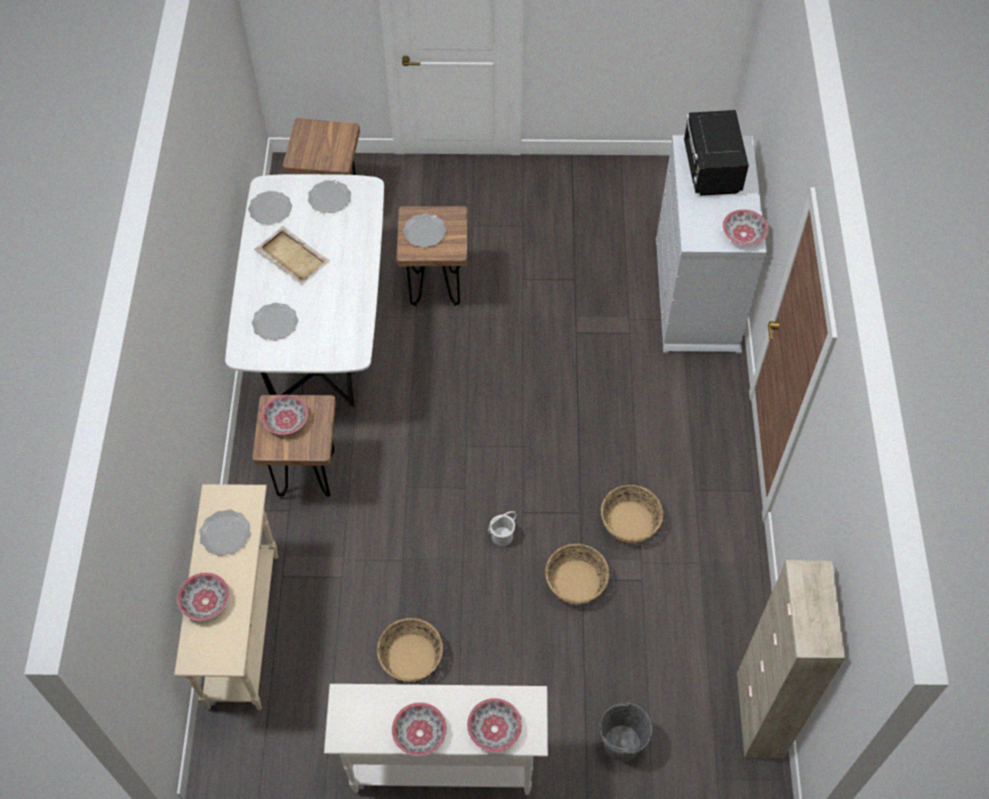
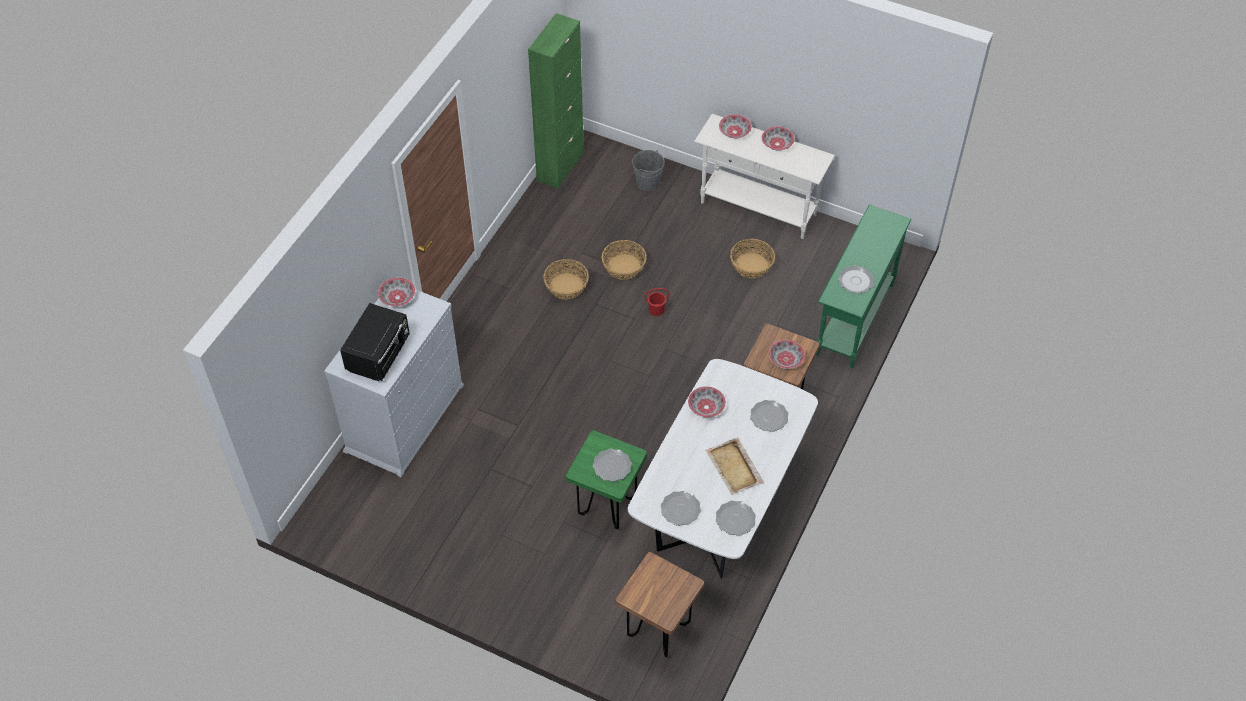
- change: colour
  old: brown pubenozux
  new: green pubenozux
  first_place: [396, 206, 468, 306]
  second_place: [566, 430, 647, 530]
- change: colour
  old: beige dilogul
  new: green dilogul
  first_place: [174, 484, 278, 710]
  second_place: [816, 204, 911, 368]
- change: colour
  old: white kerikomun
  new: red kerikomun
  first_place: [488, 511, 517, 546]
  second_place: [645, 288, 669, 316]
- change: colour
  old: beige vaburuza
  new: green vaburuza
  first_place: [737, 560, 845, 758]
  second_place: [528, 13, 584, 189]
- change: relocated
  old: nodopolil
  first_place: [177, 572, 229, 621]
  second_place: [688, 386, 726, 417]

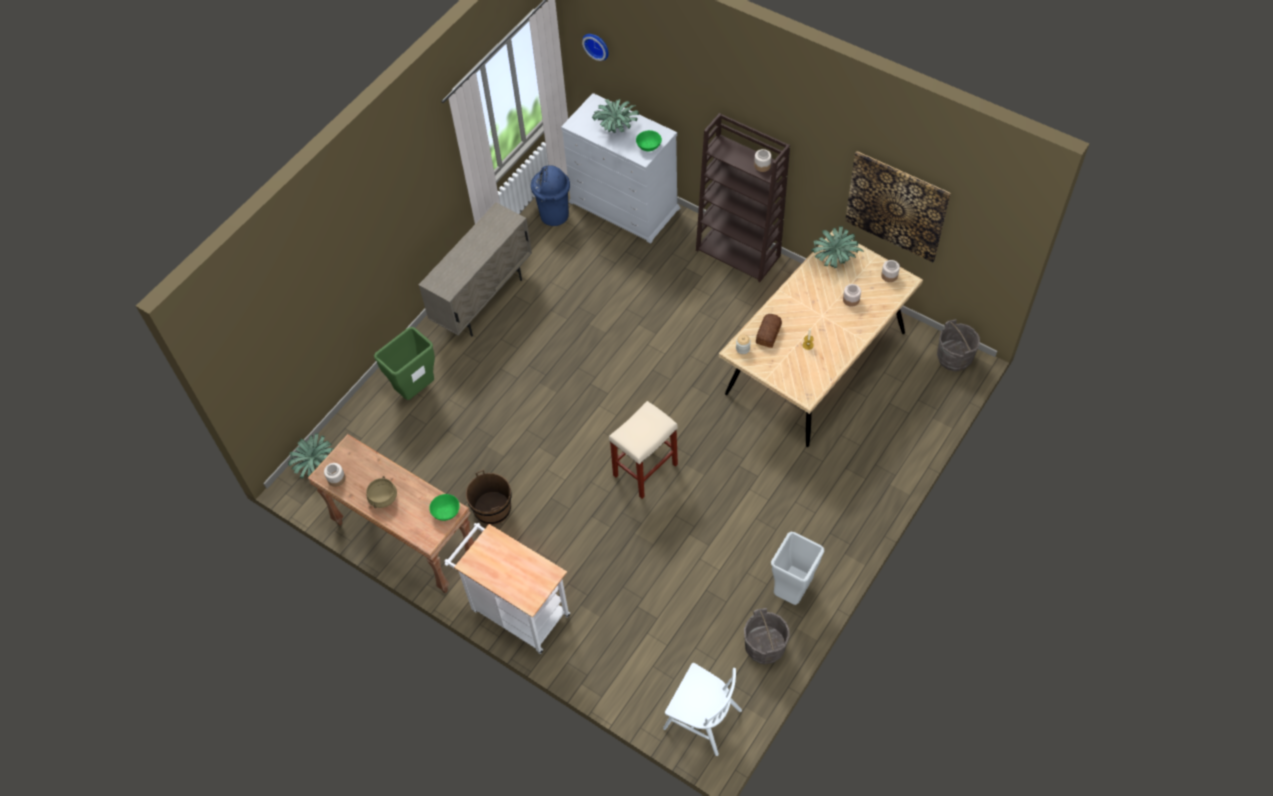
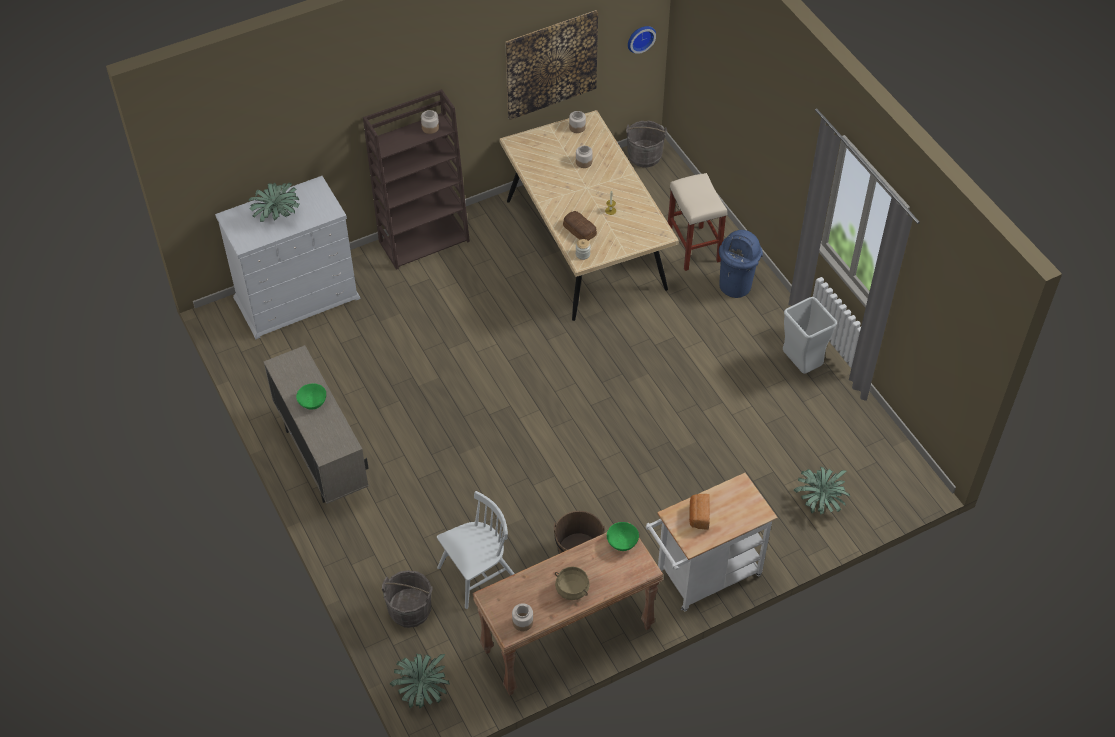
- change: relocated
  old: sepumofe
  first_place: [582, 34, 609, 61]
  second_place: [628, 26, 656, 54]
- change: relocated
  old: green nodopolil
  first_place: [636, 130, 662, 151]
  second_place: [296, 383, 326, 410]
- change: relocated
  old: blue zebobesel
  first_place: [531, 165, 570, 226]
  second_place: [719, 230, 763, 298]
- change: relocated
  old: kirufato
  first_place: [811, 226, 864, 268]
  second_place: [794, 467, 850, 515]
- change: missing
  old: green zebobesel
  first_place: [374, 327, 435, 400]
- change: relocated
  old: beige pubenozux
  first_place: [609, 401, 678, 499]
  second_place: [668, 173, 727, 271]
- change: relocated
  old: grey kerikomun
  first_place: [744, 608, 790, 664]
  second_place: [382, 570, 433, 628]
- change: relocated
  old: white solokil
  first_place: [663, 663, 742, 756]
  second_place: [437, 491, 515, 609]
- change: appeared
  new: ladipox
  second_place: [689, 494, 710, 529]

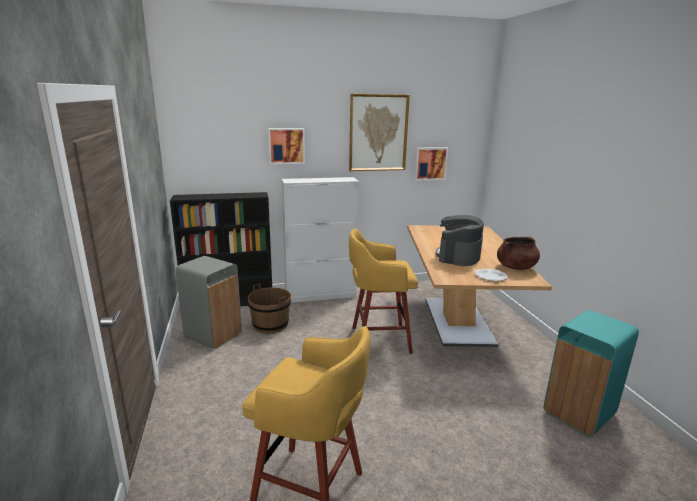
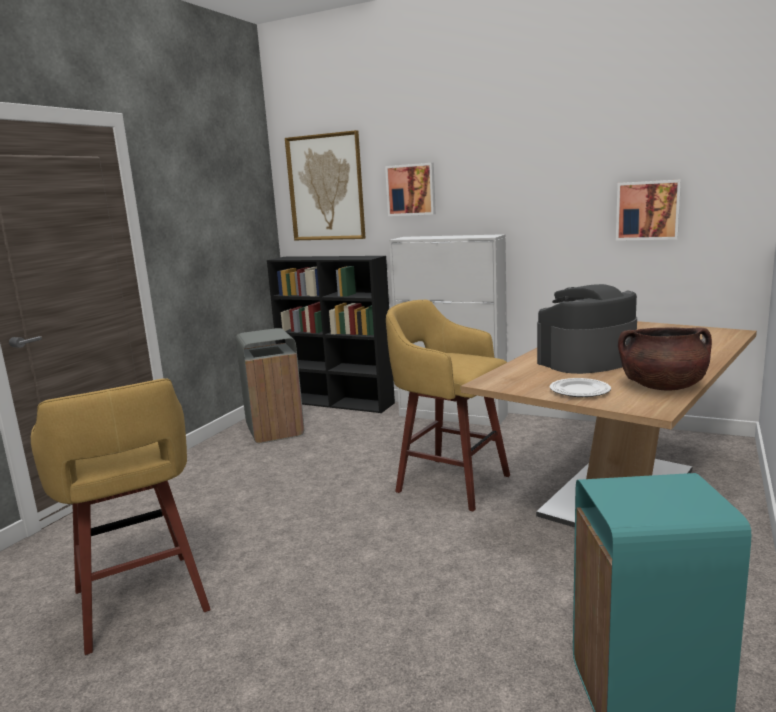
- change: relocated
  old: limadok
  first_place: [349, 94, 410, 171]
  second_place: [285, 130, 366, 240]
- change: missing
  old: brown kerikomun
  first_place: [248, 283, 291, 333]

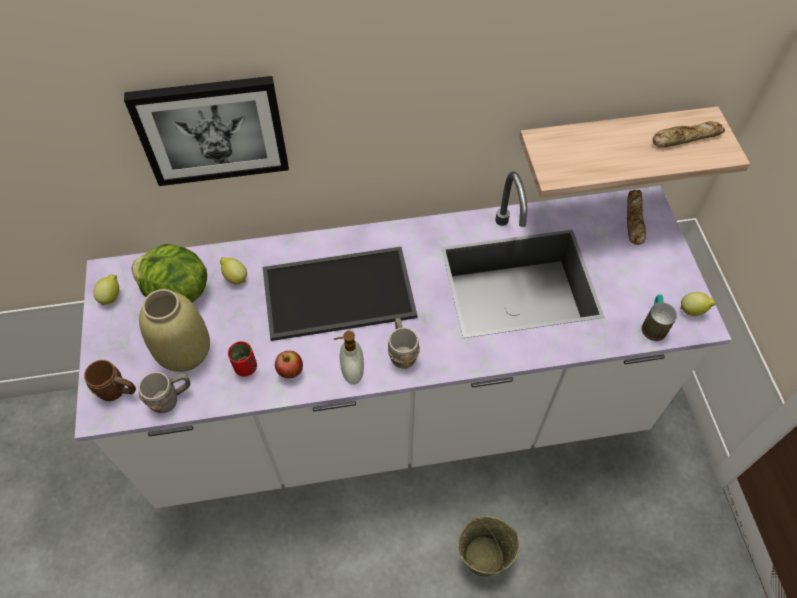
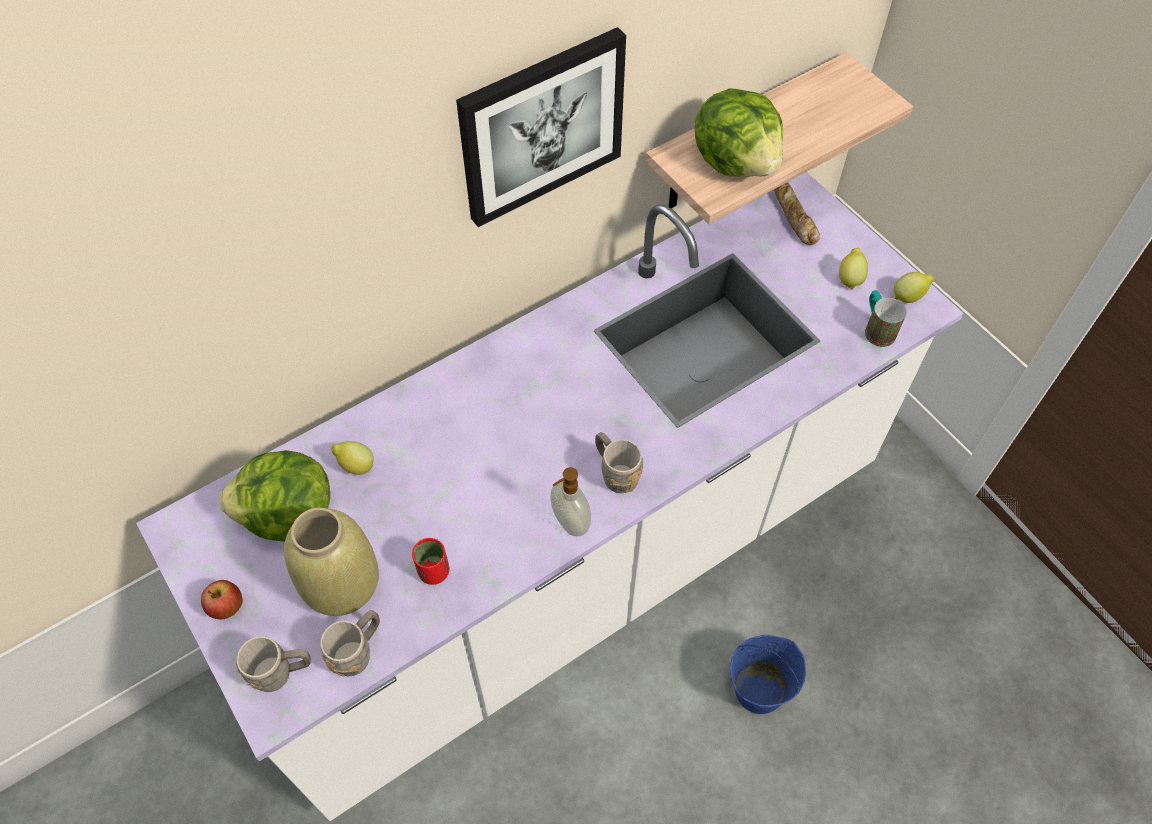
- change: relocated
  old: limadok
  first_place: [124, 76, 289, 186]
  second_place: [456, 27, 626, 227]
- change: missing
  old: ladipox
  first_place: [653, 121, 725, 147]
- change: missing
  old: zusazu
  first_place: [262, 247, 417, 341]
- change: relocated
  old: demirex
  first_place: [93, 275, 119, 306]
  second_place: [839, 248, 868, 290]
- change: relocated
  old: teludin
  first_place: [275, 351, 303, 378]
  second_place: [201, 580, 243, 619]
- change: colour
  old: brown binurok
  new: grey binurok
  first_place: [84, 360, 136, 401]
  second_place: [235, 636, 311, 692]
- change: colour
  old: beige kerikomun
  new: blue kerikomun
  first_place: [458, 516, 520, 576]
  second_place: [730, 635, 806, 714]
- change: appeared
  new: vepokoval
  second_place: [695, 88, 783, 177]

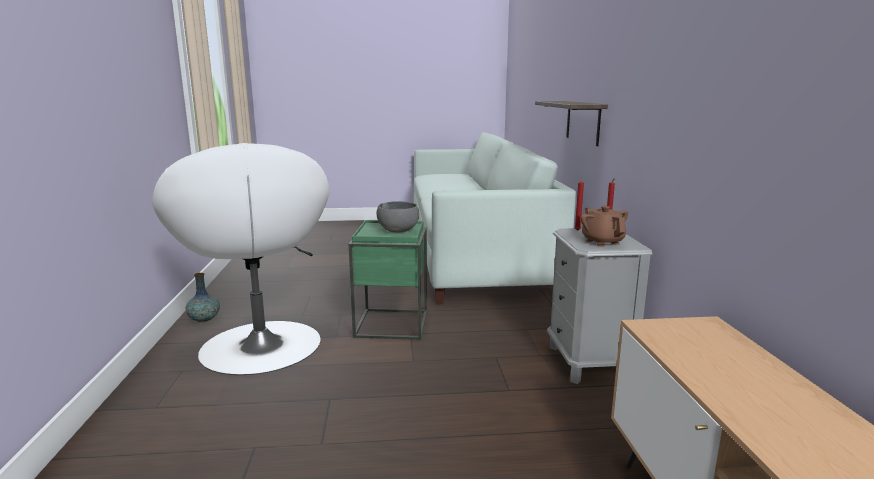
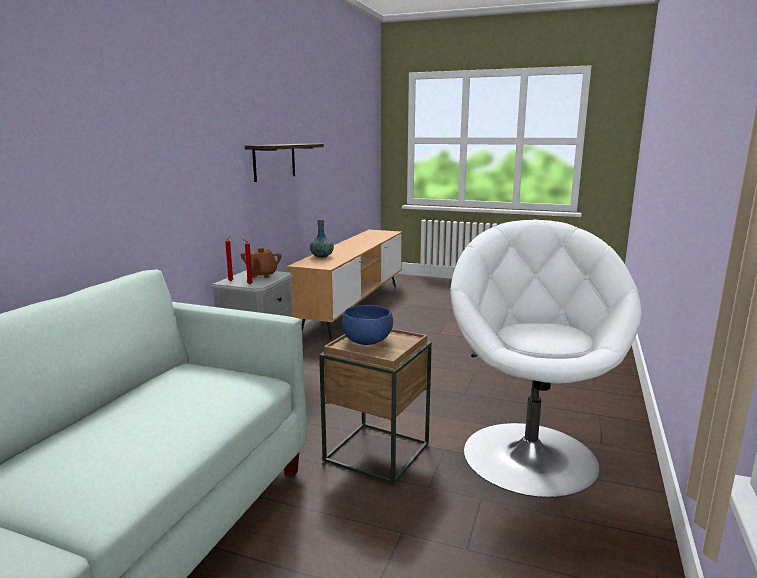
- change: relocated
  old: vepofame
  first_place: [535, 101, 608, 146]
  second_place: [245, 144, 324, 182]
- change: colour
  old: grey nodopolil
  new: blue nodopolil
  first_place: [377, 201, 419, 233]
  second_place: [342, 305, 393, 345]
- change: colour
  old: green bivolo
  new: brown bivolo
  first_place: [349, 220, 427, 340]
  second_place: [319, 329, 432, 485]
- change: relocated
  old: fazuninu
  first_place: [186, 273, 220, 322]
  second_place: [310, 220, 334, 258]

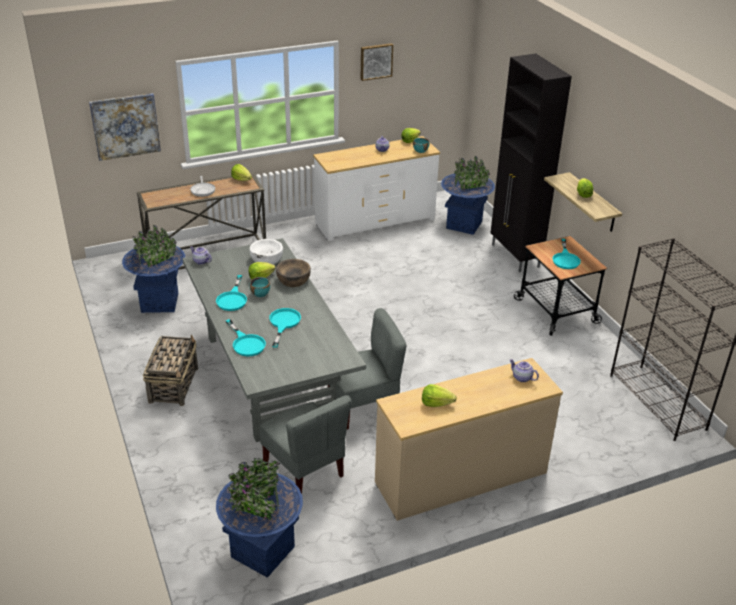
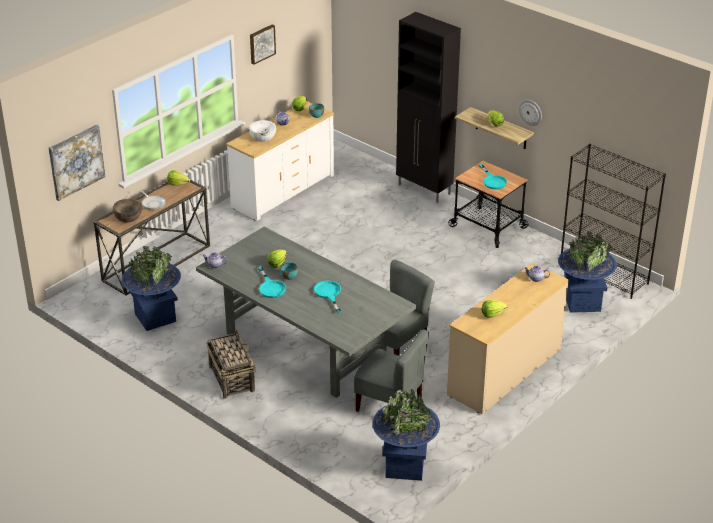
- change: relocated
  old: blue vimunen
  first_place: [441, 156, 495, 235]
  second_place: [558, 231, 617, 313]
- change: relocated
  old: white nodopolil
  first_place: [249, 239, 283, 265]
  second_place: [249, 120, 276, 142]
- change: relocated
  old: brown nodopolil
  first_place: [276, 259, 311, 287]
  second_place: [113, 199, 142, 222]
- change: missing
  old: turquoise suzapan
  first_place: [226, 319, 266, 357]
- change: appeared
  new: sepumofe
  second_place: [519, 99, 542, 126]

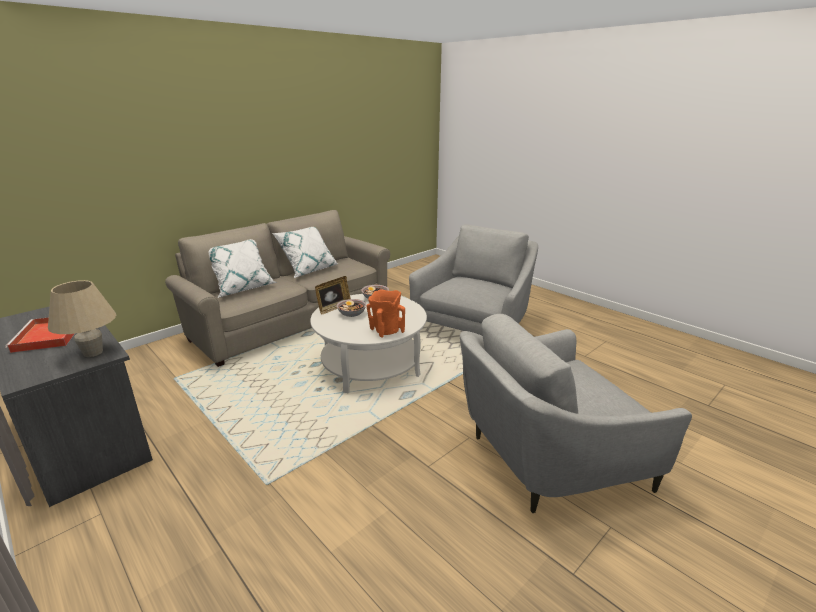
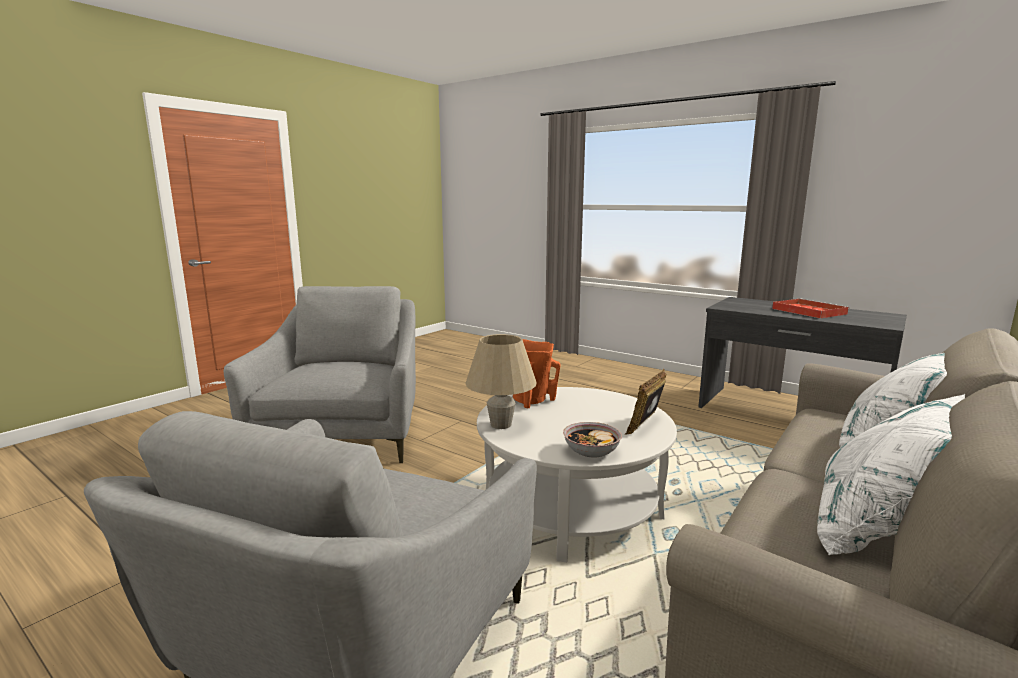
- change: relocated
  old: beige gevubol
  first_place: [48, 280, 116, 357]
  second_place: [465, 334, 537, 429]
- change: missing
  old: nodopolil
  first_place: [337, 299, 366, 317]
- change: spun
  old: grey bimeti
  first_place: [460, 314, 692, 513]
  second_place: [224, 286, 416, 463]
  degrees: -60

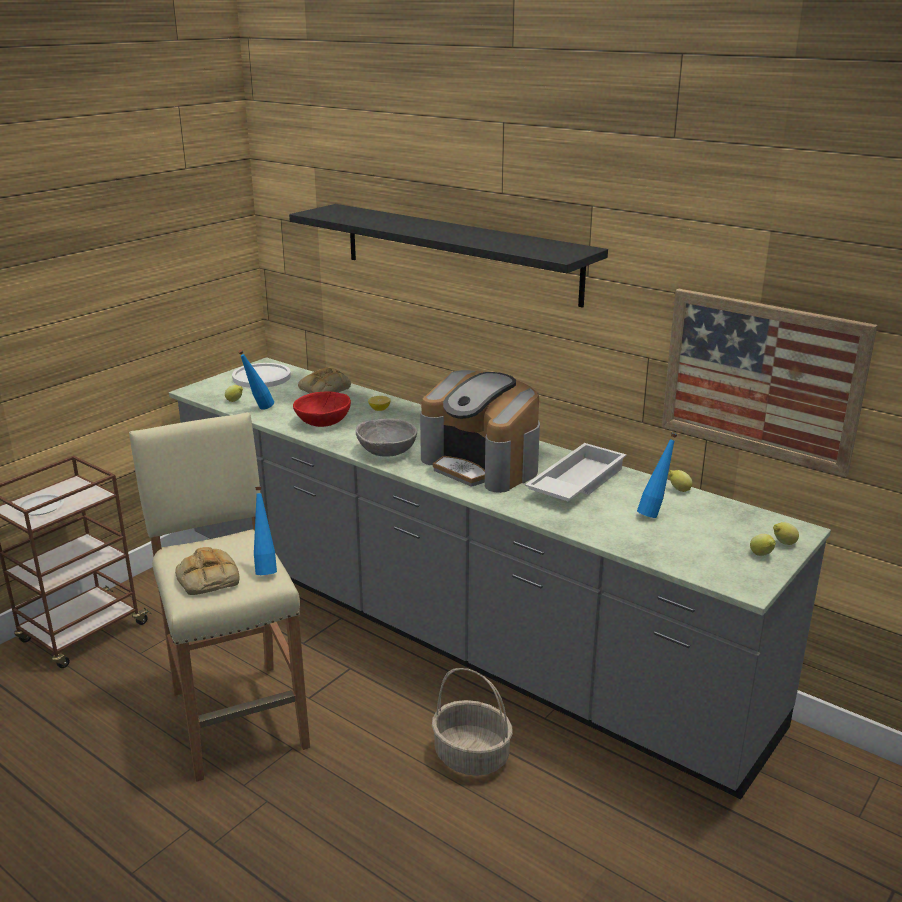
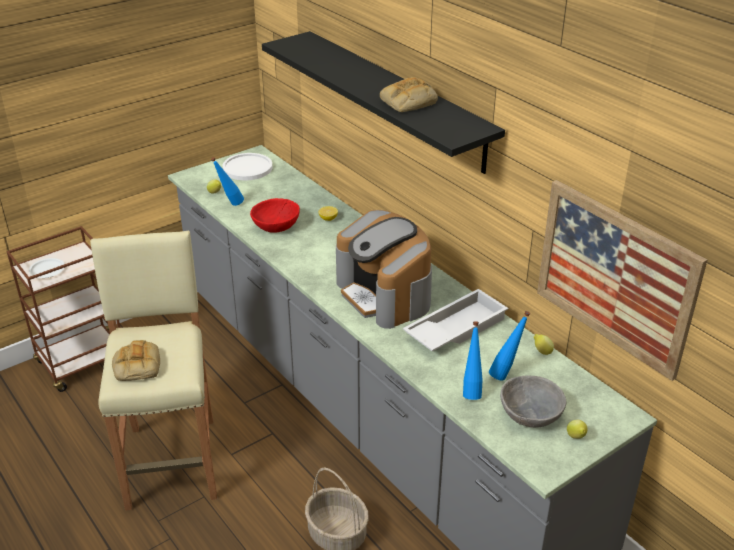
- change: relocated
  old: ladipox
  first_place: [298, 368, 351, 394]
  second_place: [380, 77, 438, 112]
- change: relocated
  old: grey nodopolil
  first_place: [356, 418, 417, 457]
  second_place: [500, 376, 566, 428]
- change: relocated
  old: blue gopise
  first_place: [254, 486, 277, 575]
  second_place: [463, 321, 483, 400]
- change: missing
  old: demirex
  first_place: [773, 522, 799, 545]

